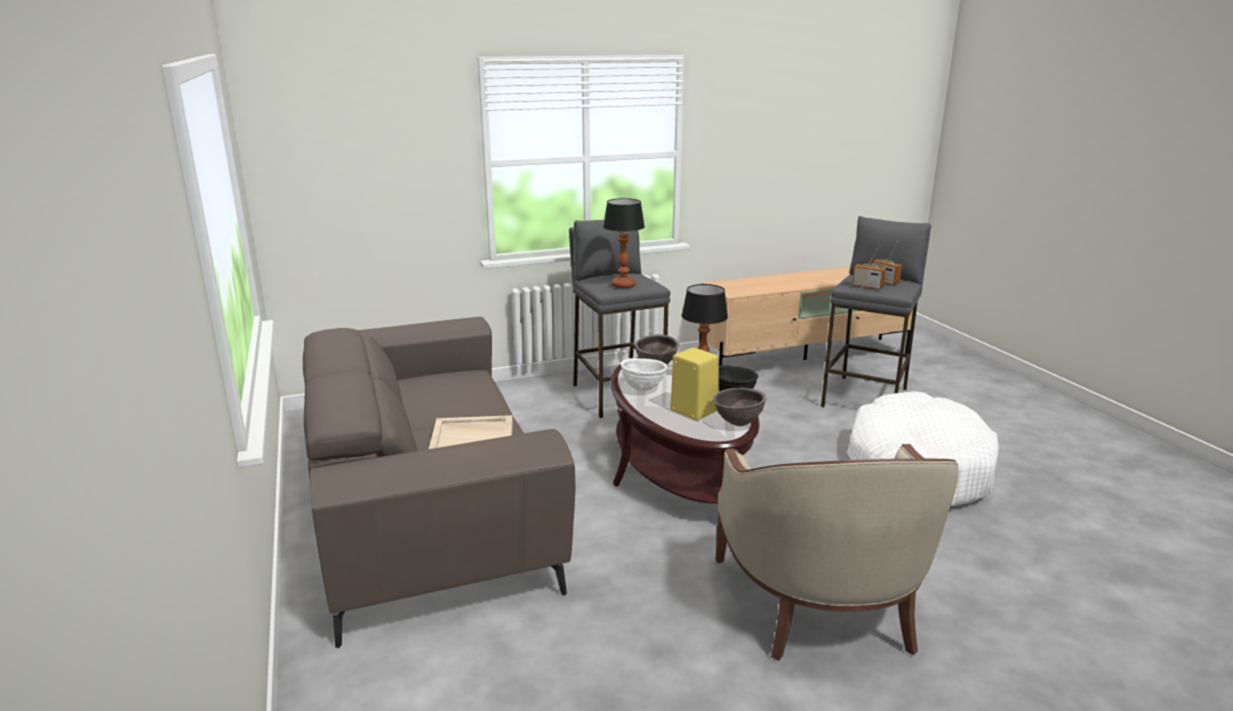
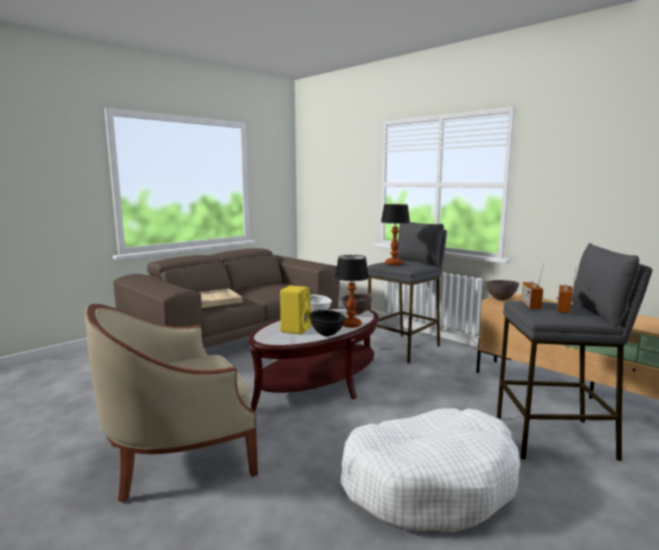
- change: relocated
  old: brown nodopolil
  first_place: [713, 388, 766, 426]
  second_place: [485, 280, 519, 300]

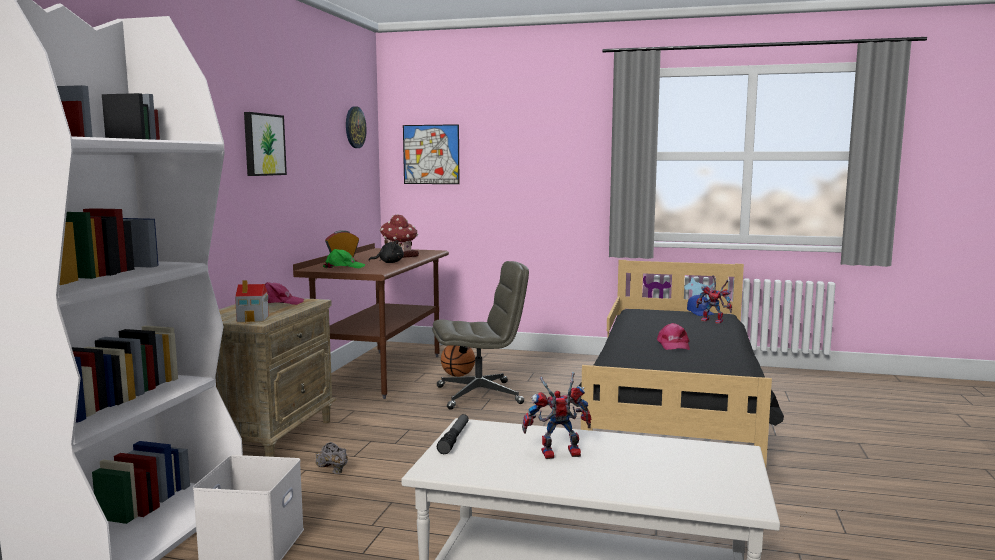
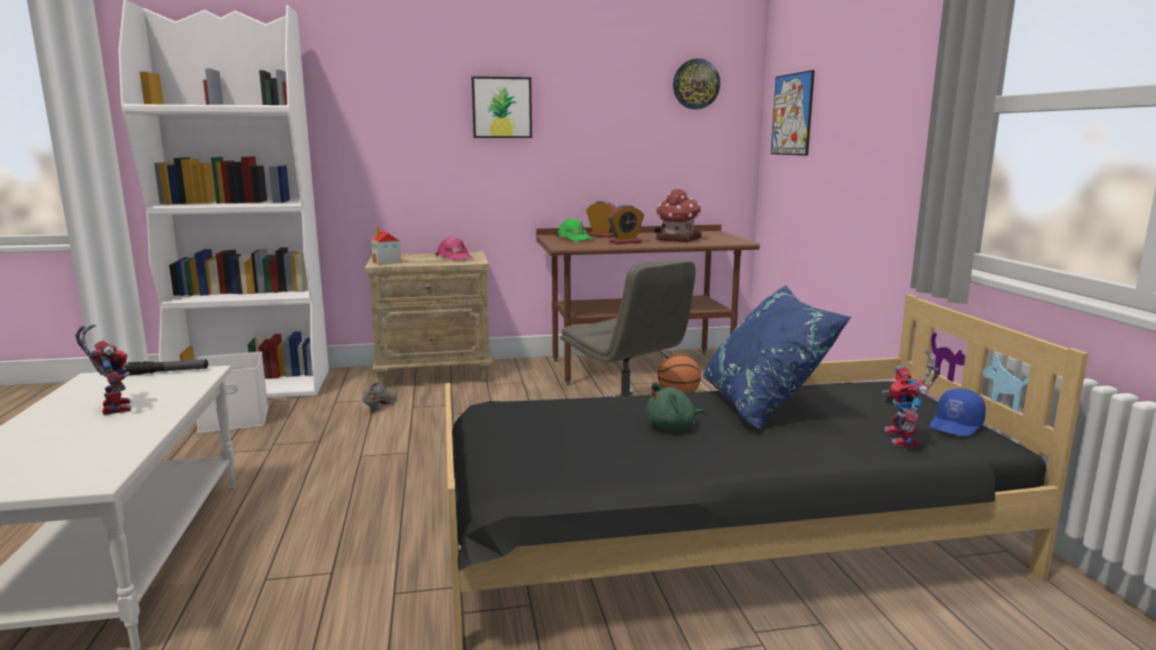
- change: exchanged
  old: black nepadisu
  new: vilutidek
  first_place: [368, 240, 404, 263]
  second_place: [608, 205, 644, 244]
- change: exchanged
  old: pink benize
  new: green nepadisu
  first_place: [657, 323, 690, 350]
  second_place: [646, 382, 706, 430]
- change: appeared
  new: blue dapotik
  second_place: [703, 285, 851, 429]

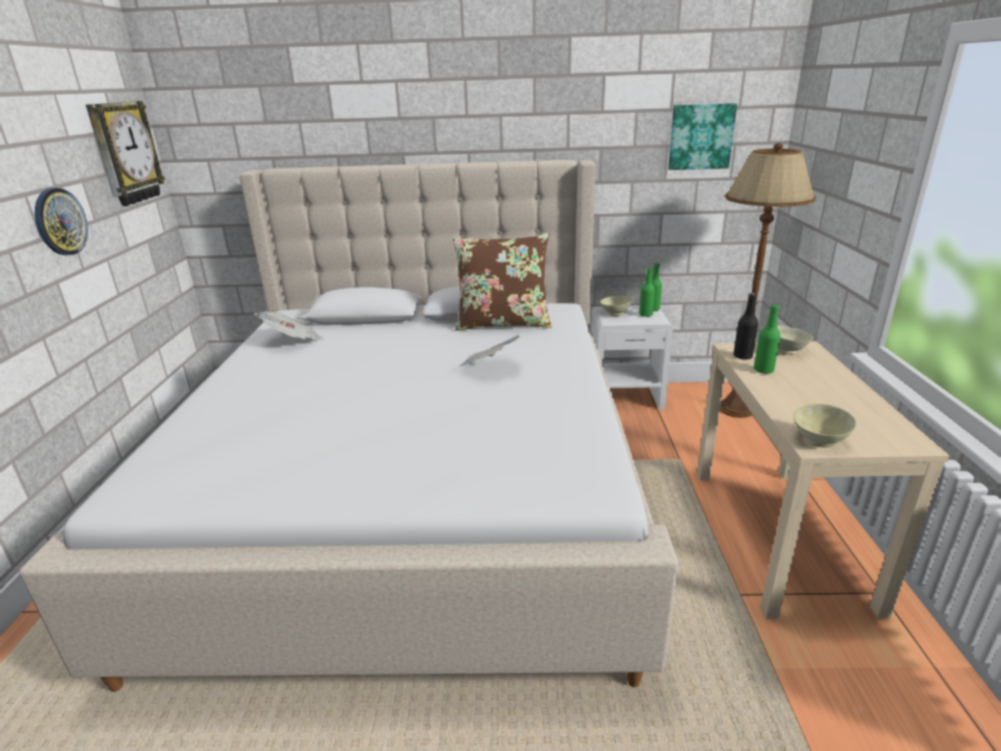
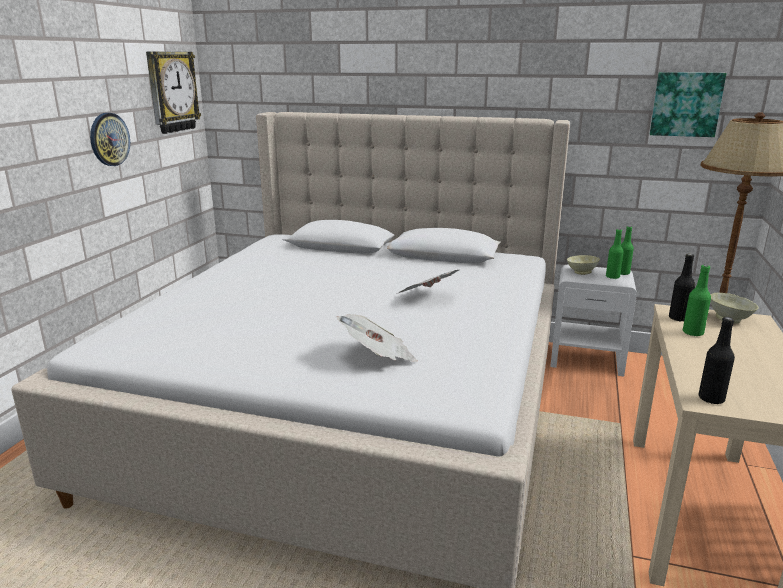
- change: missing
  old: brown dapotik
  first_place: [452, 233, 551, 331]
- change: relocated
  old: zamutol
  first_place: [254, 312, 324, 340]
  second_place: [337, 314, 418, 362]
- change: exchanged
  old: beige nodopolil
  new: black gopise
  first_place: [794, 404, 856, 447]
  second_place: [698, 317, 735, 404]

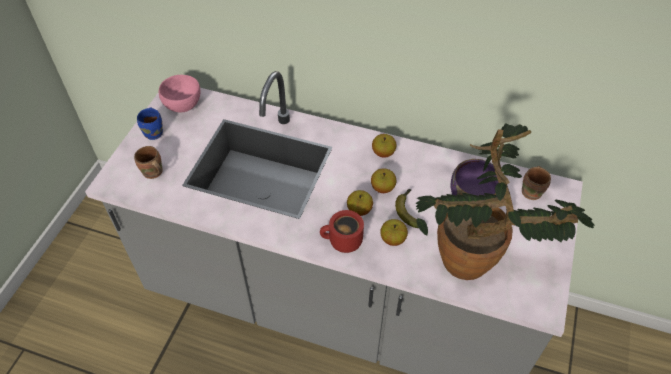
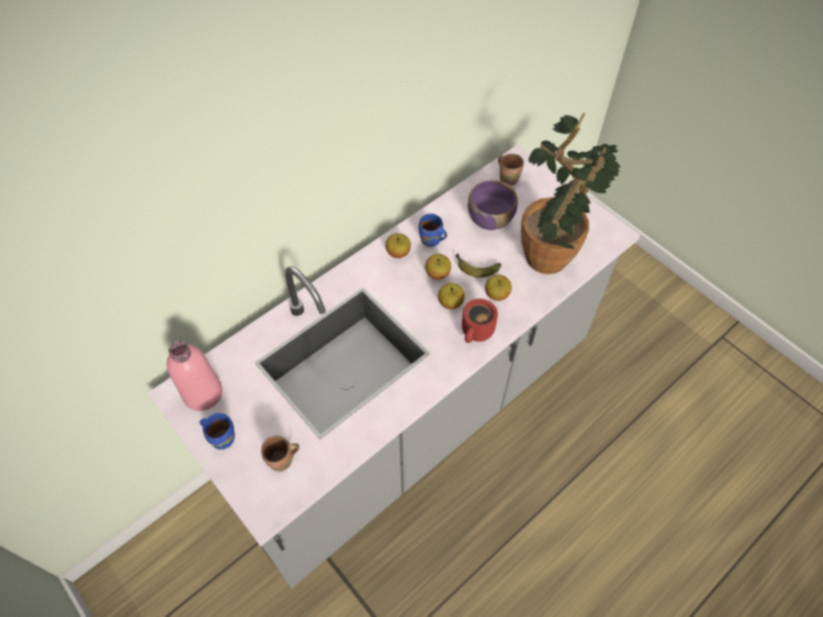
- change: exchanged
  old: pink nodopolil
  new: pink gopise
  first_place: [159, 75, 201, 112]
  second_place: [167, 341, 222, 411]
- change: appeared
  new: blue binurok
  second_place: [419, 214, 447, 247]

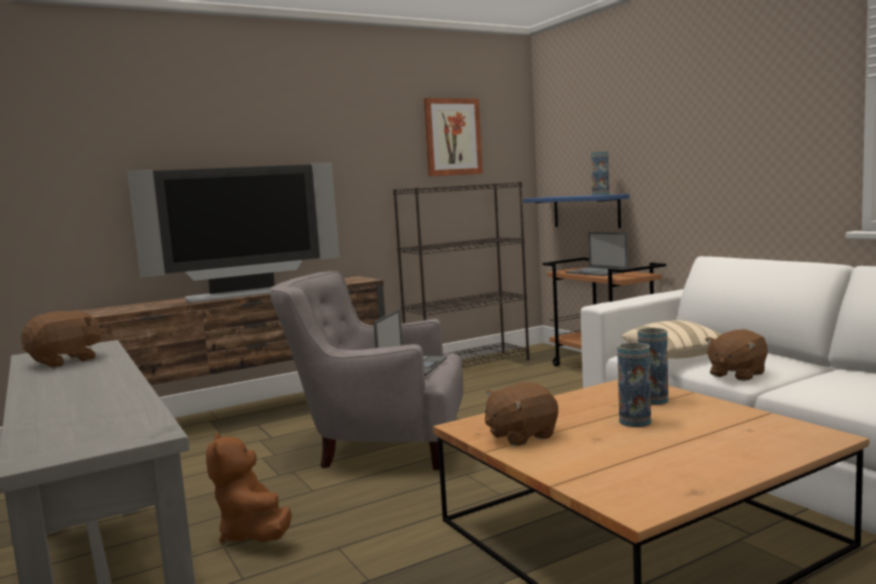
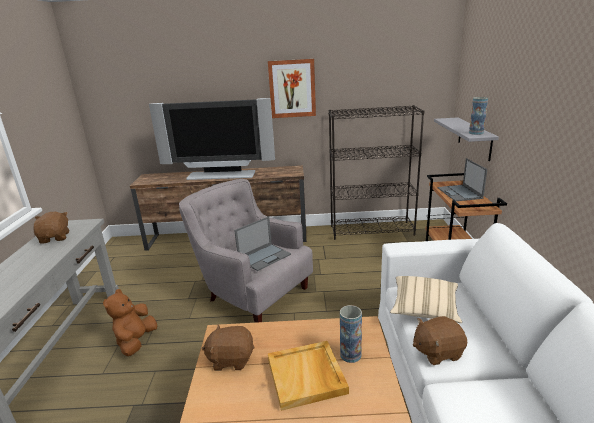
- change: relocated
  old: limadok
  first_place: [424, 98, 483, 176]
  second_place: [268, 59, 316, 118]
- change: colour
  old: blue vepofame
  new: grey vepofame
  first_place: [523, 194, 630, 228]
  second_place: [434, 117, 499, 161]
- change: spun
  old: brown nepadisu
  first_place: [21, 310, 104, 367]
  second_place: [34, 212, 69, 244]
  degrees: -90
- change: exchanged
  old: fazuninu
  new: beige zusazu
  first_place: [617, 343, 651, 427]
  second_place: [268, 341, 349, 411]

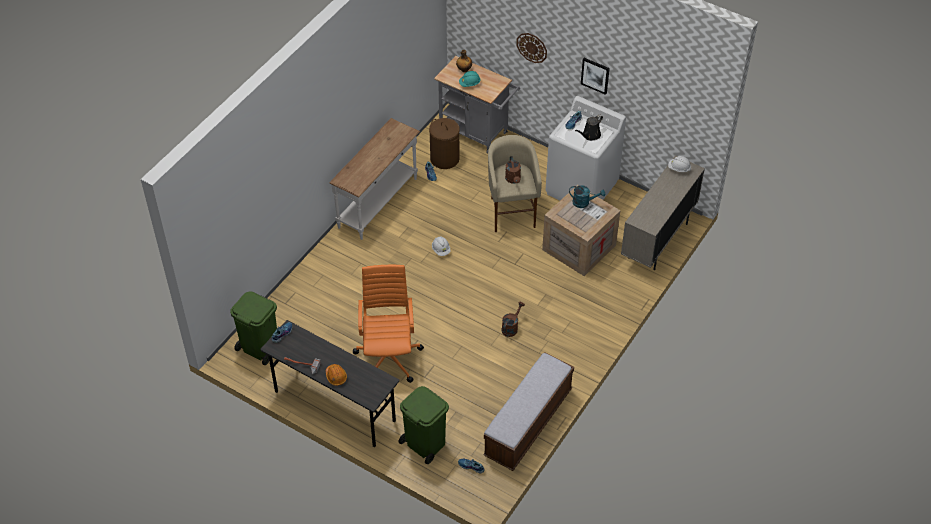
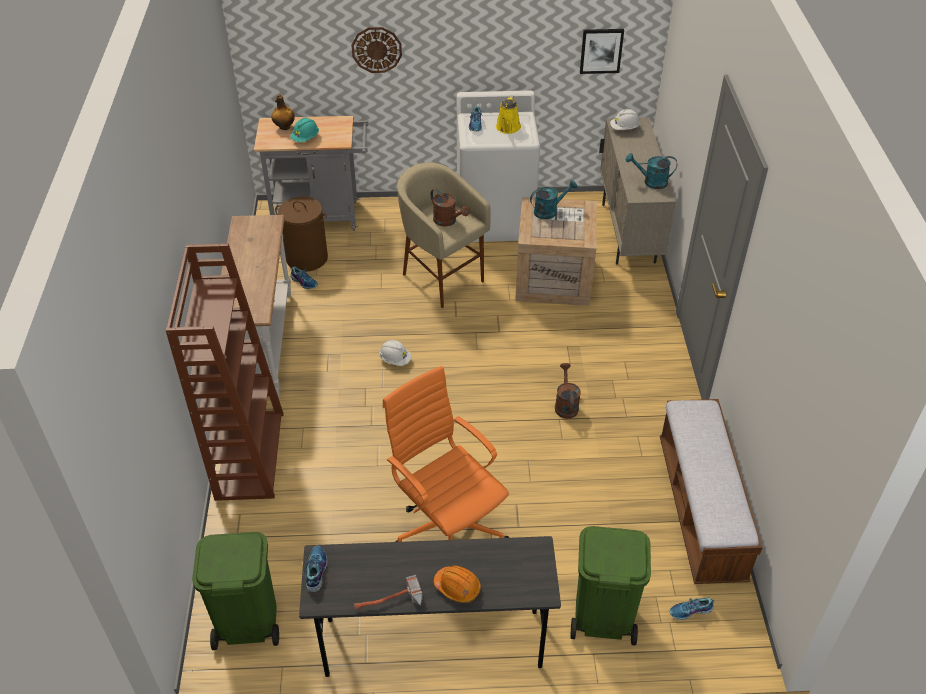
- change: relocated
  old: limadok
  first_place: [581, 58, 610, 95]
  second_place: [580, 29, 624, 74]
- change: colour
  old: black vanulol
  new: yellow vanulol
  first_place: [575, 115, 603, 141]
  second_place: [496, 96, 521, 134]
- change: appeared
  new: turquoise vanulol
  second_place: [626, 153, 677, 189]
- change: appeared
  new: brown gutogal
  second_place: [166, 243, 284, 501]

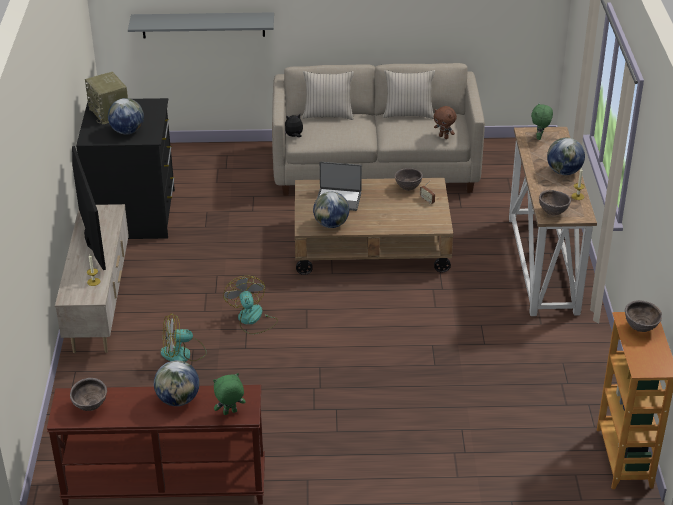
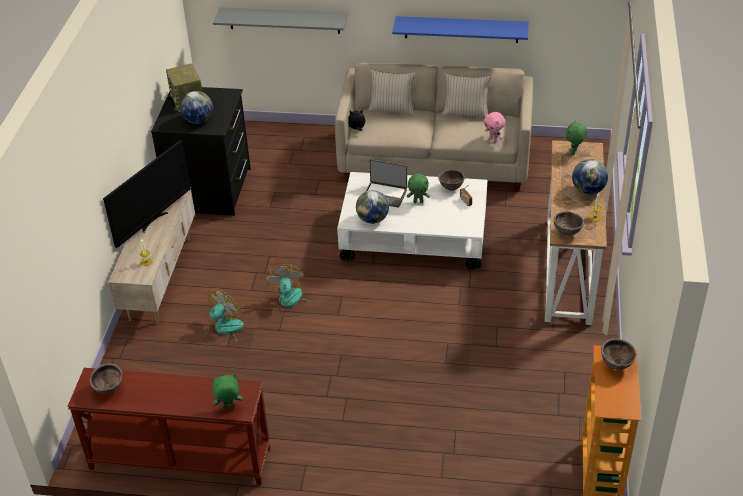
- change: colour
  old: brown nepadisu
  new: pink nepadisu
  first_place: [434, 106, 457, 139]
  second_place: [484, 112, 505, 142]
- change: spun
  old: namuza
  first_place: [72, 146, 106, 270]
  second_place: [103, 140, 191, 248]
  degrees: 45
- change: colour
  old: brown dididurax
  new: white dididurax
  first_place: [295, 178, 453, 275]
  second_place: [337, 172, 488, 270]
- change: spun
  old: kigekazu
  first_place: [161, 313, 207, 362]
  second_place: [205, 288, 244, 346]
  degrees: 135
- change: missing
  old: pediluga
  first_place: [154, 360, 200, 406]
- change: appeared
  new: blue vepofame
  second_place: [392, 16, 529, 43]
- change: appeared
  new: green nepadisu
  second_place: [407, 174, 430, 203]

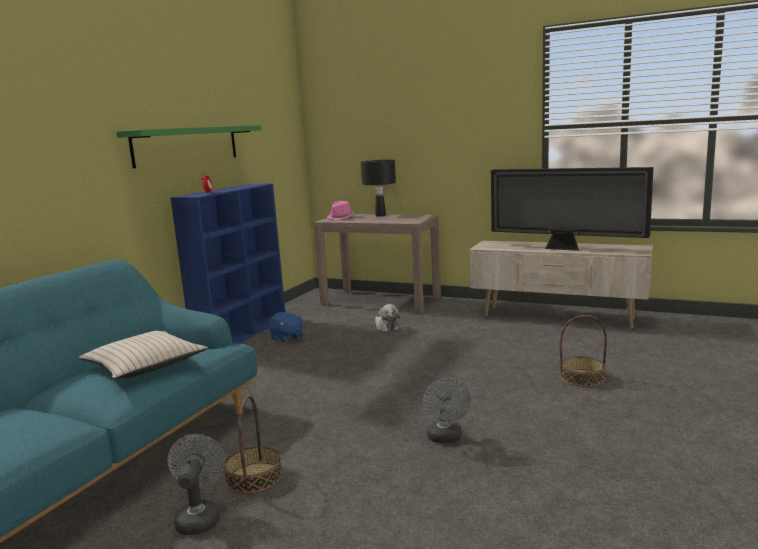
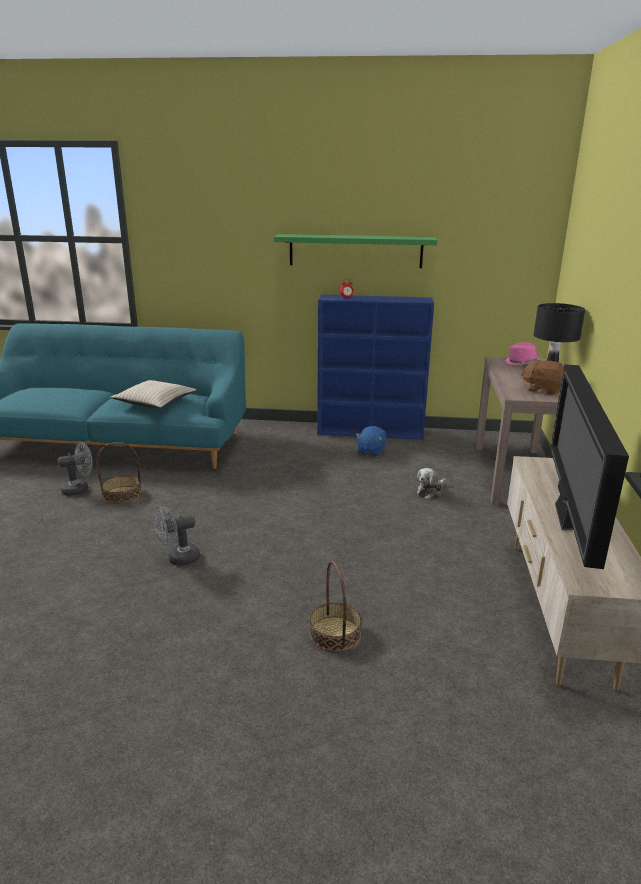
- change: appeared
  new: brown nepadisu
  second_place: [521, 360, 564, 395]

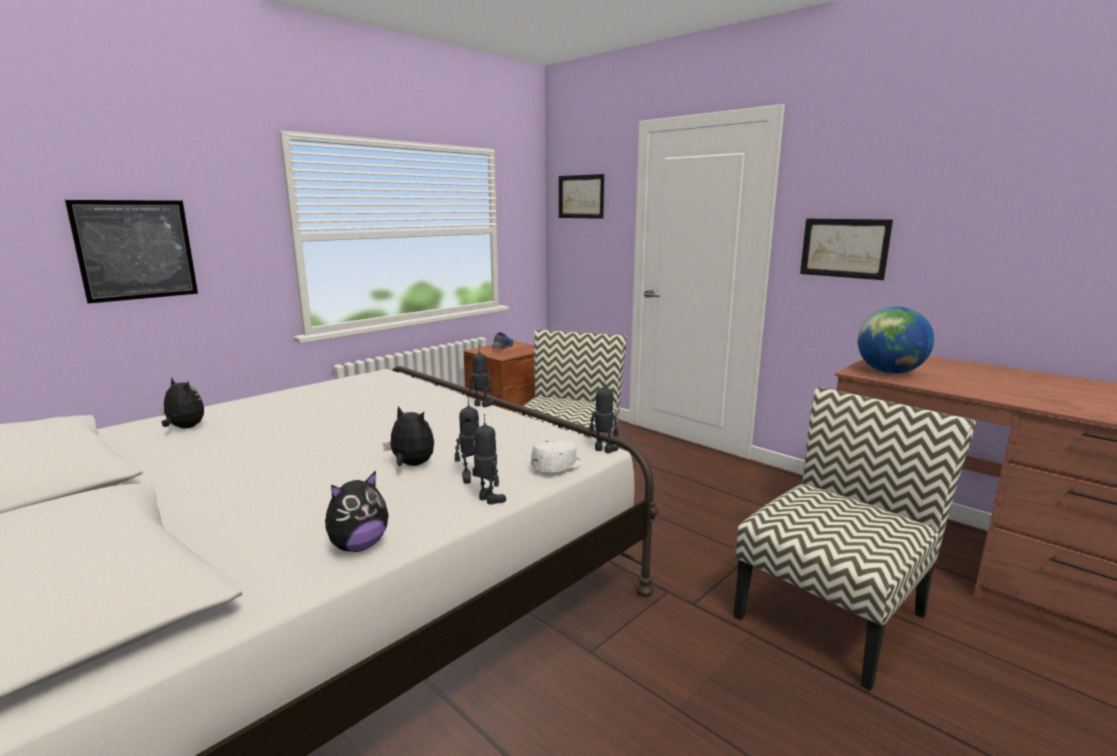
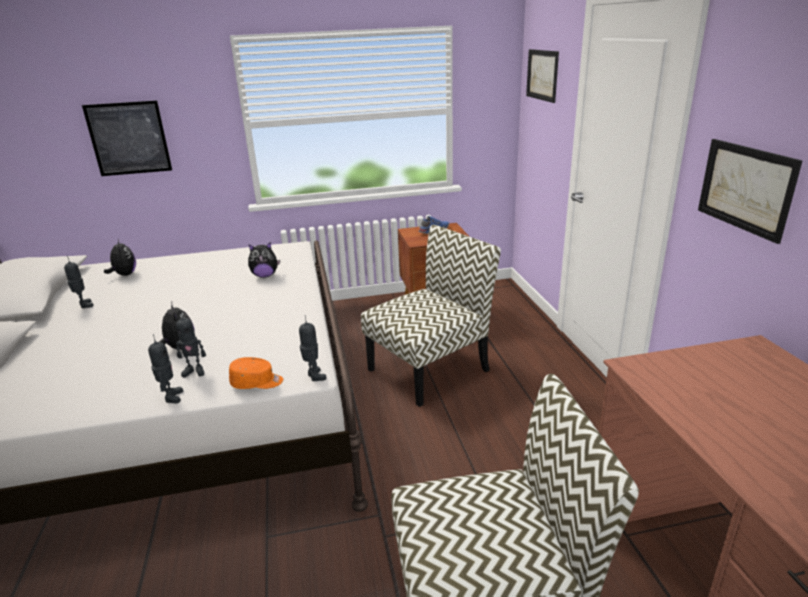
- change: missing
  old: pediluga
  first_place: [858, 307, 934, 374]
- change: relocated
  old: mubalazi
  first_place: [469, 345, 494, 407]
  second_place: [64, 256, 94, 308]
- change: colour
  old: white benize
  new: orange benize
  first_place: [531, 440, 584, 472]
  second_place: [229, 357, 283, 389]
- change: relocated
  old: nepadisu
  first_place: [325, 471, 389, 552]
  second_place: [248, 242, 280, 278]

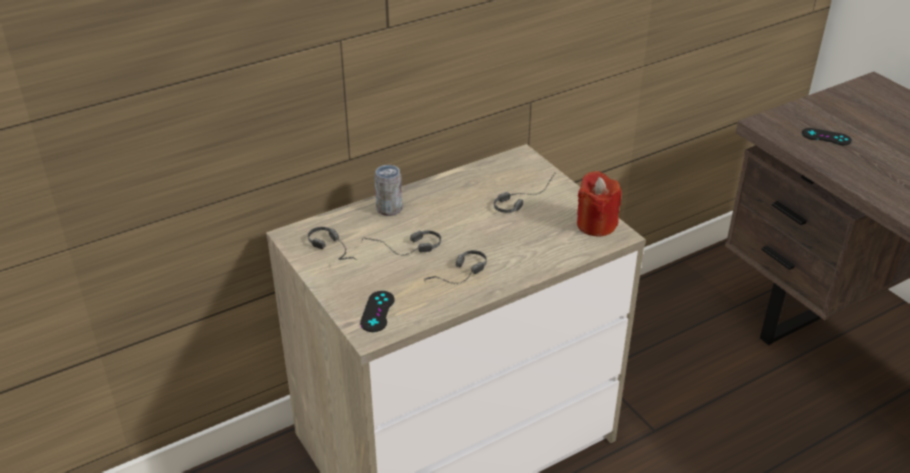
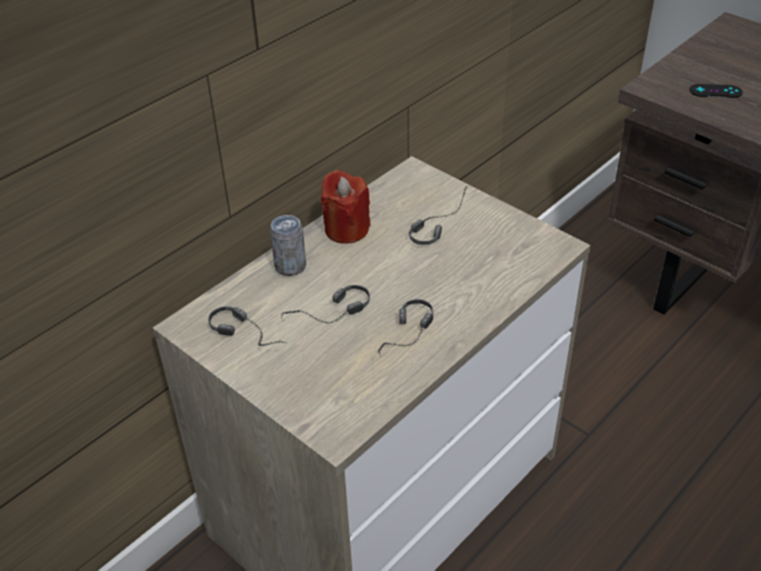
- change: relocated
  old: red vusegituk
  first_place: [577, 171, 622, 237]
  second_place: [321, 170, 370, 244]
- change: missing
  old: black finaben
  first_place: [360, 291, 395, 332]

